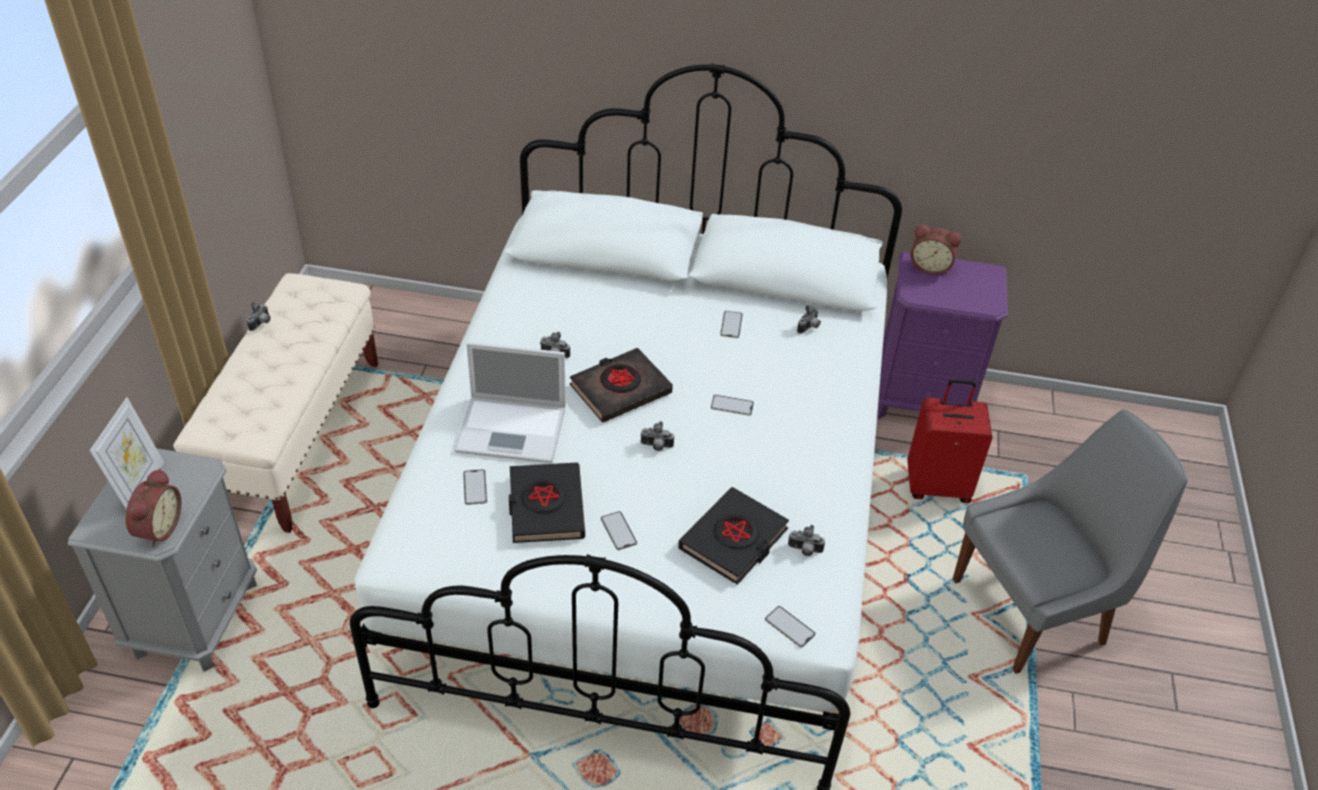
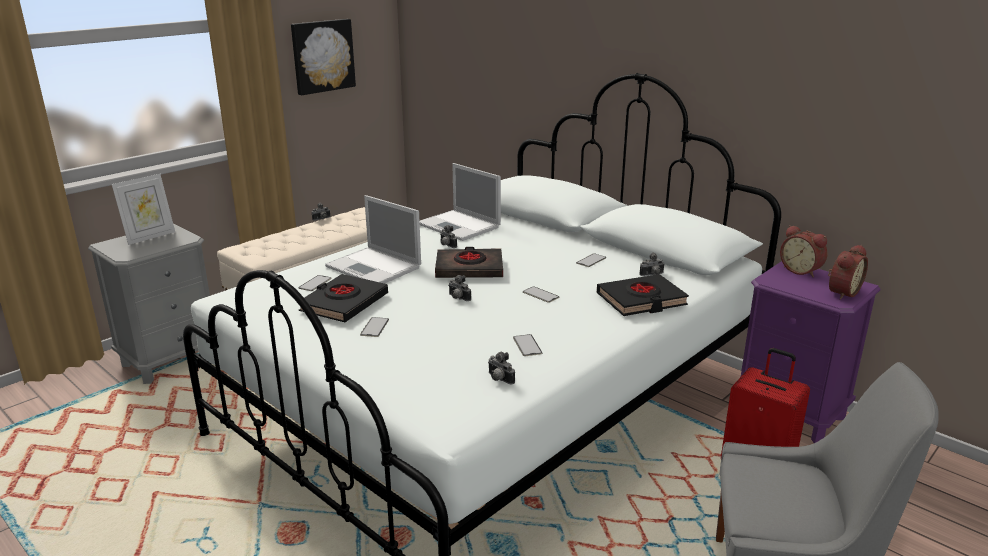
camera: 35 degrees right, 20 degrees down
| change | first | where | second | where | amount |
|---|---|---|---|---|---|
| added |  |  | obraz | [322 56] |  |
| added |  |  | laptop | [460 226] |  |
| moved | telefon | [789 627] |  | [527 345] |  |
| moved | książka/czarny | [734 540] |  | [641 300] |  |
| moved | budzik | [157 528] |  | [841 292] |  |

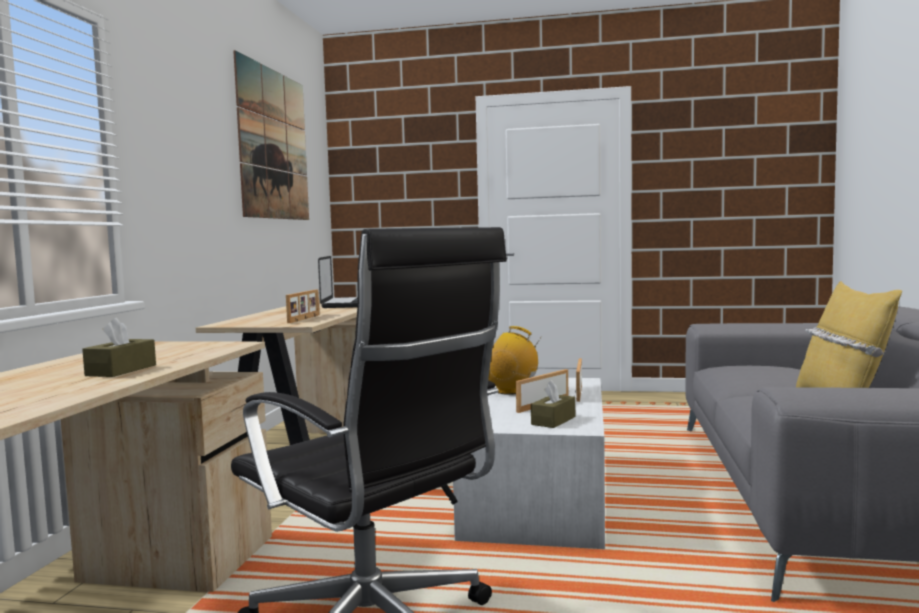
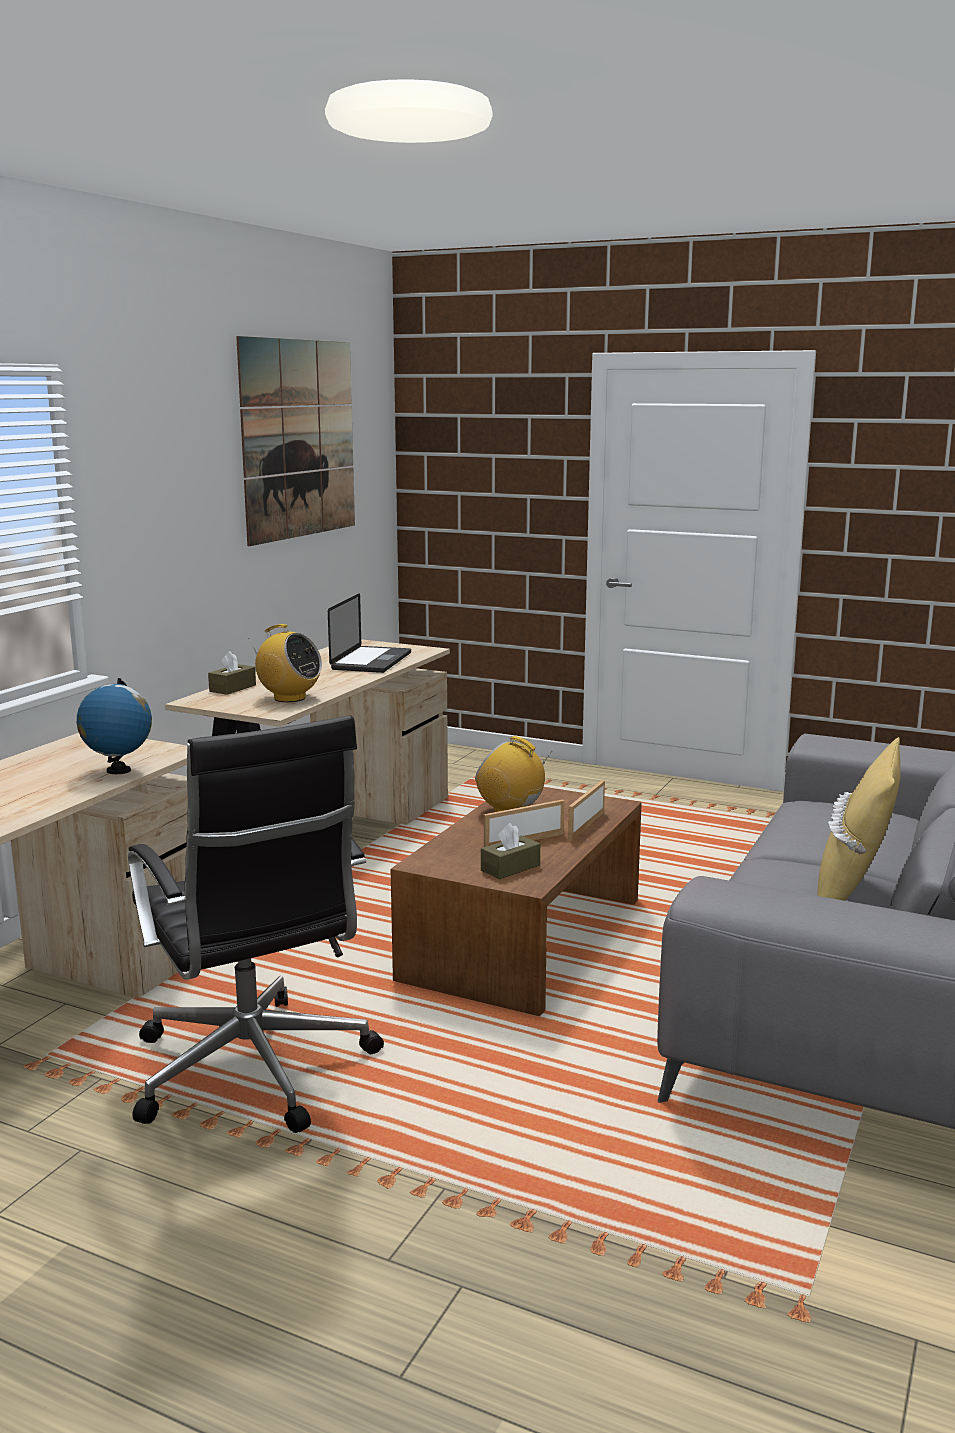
camera: 15 degrees right, 10 degrees up
| change | first | where | second | where | amount |
|---|---|---|---|---|---|
| added |  |  | globus | [118 771] |  |
| moved | pudełko chusteczek/brązowy | [121 370] |  | [232 688] |  |
| replaced | ramka na zdjęcie | [305 319] | radio | [289 698] |  |
| recoloured | ława/biały | [539 495] | ława/brązowy | [525 938] |  |

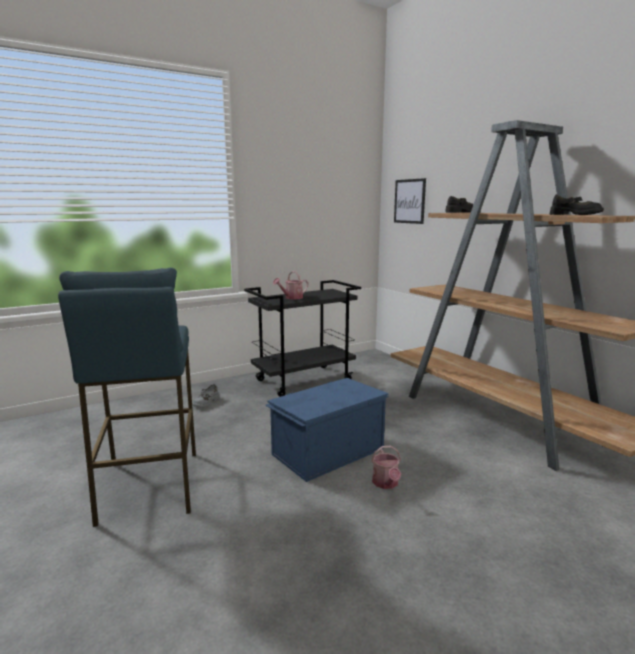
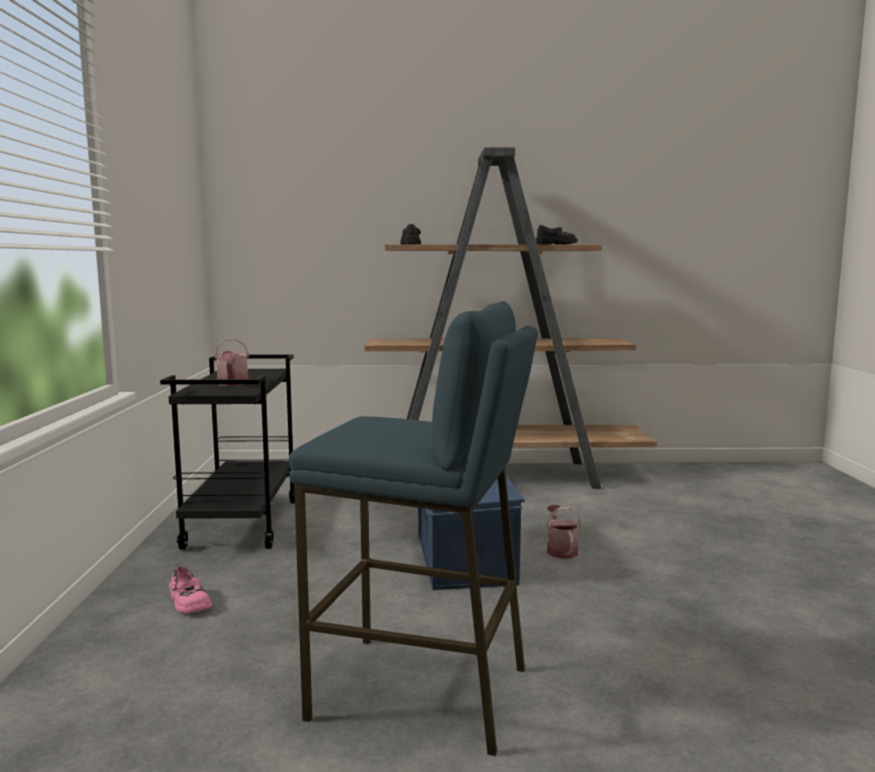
camera: 60 degrees left, 5 degrees down
| change | first | where | second | where | amount |
|---|---|---|---|---|---|
| recoloured | but/szary | [206 402] | but/różowy | [189 603] |  |
| turned | konewka | [386 483] |  | [561 550] | 120 degrees counterclockwise |
| removed | obraz | [409 201] |  |  |  |

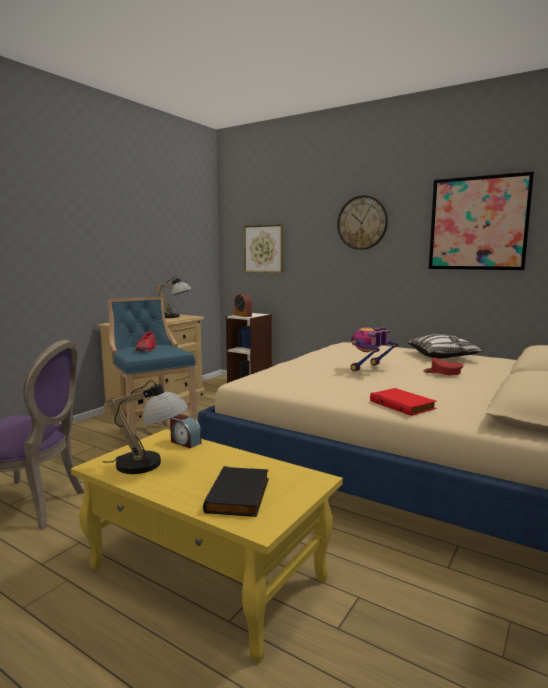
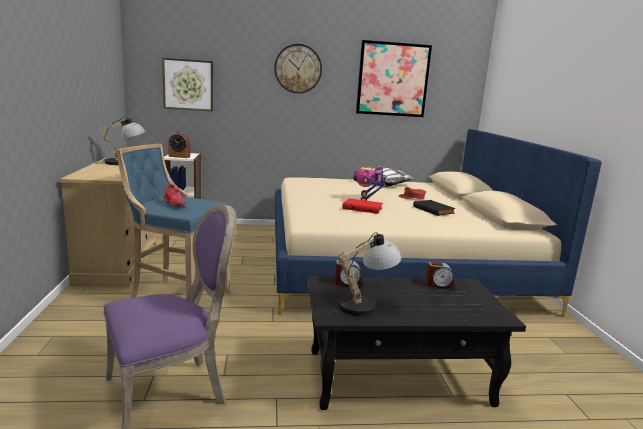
camera: 40 degrees left, 5 degrees up
| change | first | where | second | where | amount |
|---|---|---|---|---|---|
| recoloured | ława/żółty | [208 574] | ława/czarny | [399 377] |  |
| moved | książka/czerwony | [403 405] |  | [363 208] |  |
| moved | książka/czarny | [240 495] |  | [434 210] |  |
| added |  |  | budzik | [438 284] |  |

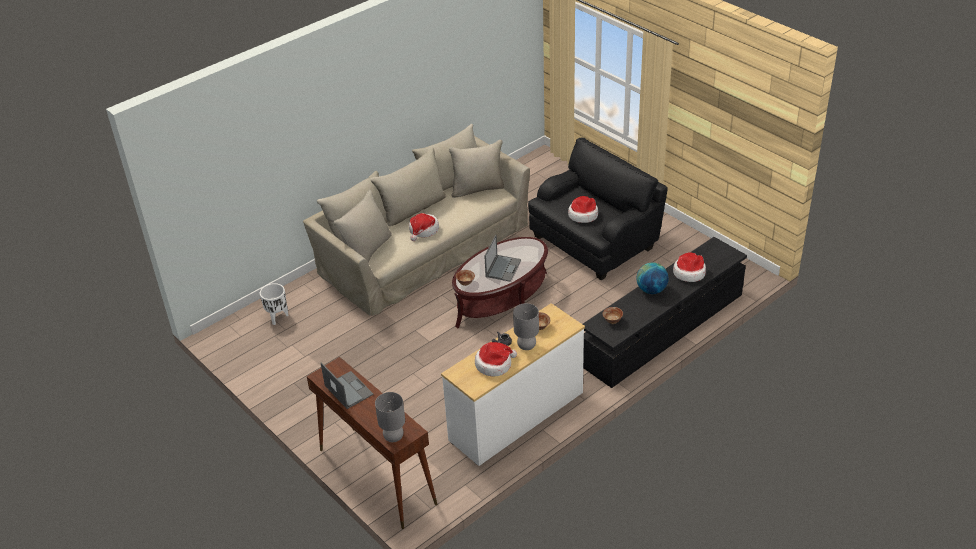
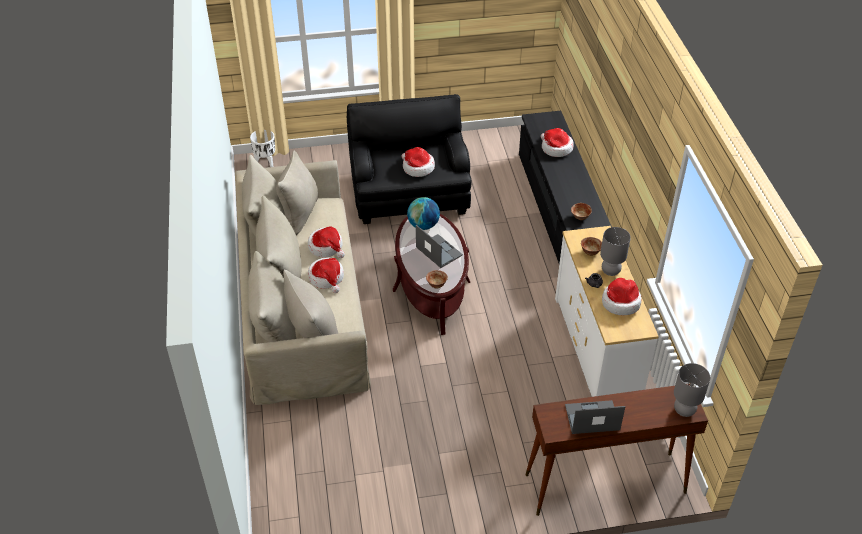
camera: 60 degrees left, 5 degrees up
| change | first | where | second | where | amount |
|---|---|---|---|---|---|
| moved | donica/biały | [278 317] |  | [266 162] |  |
| added |  |  | kapelusz | [326 247] |  |
| moved | globus | [651 290] |  | [423 225] |  |

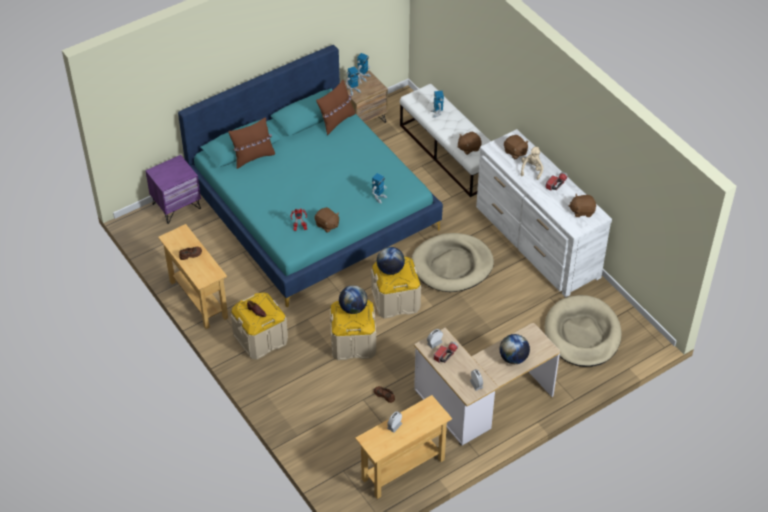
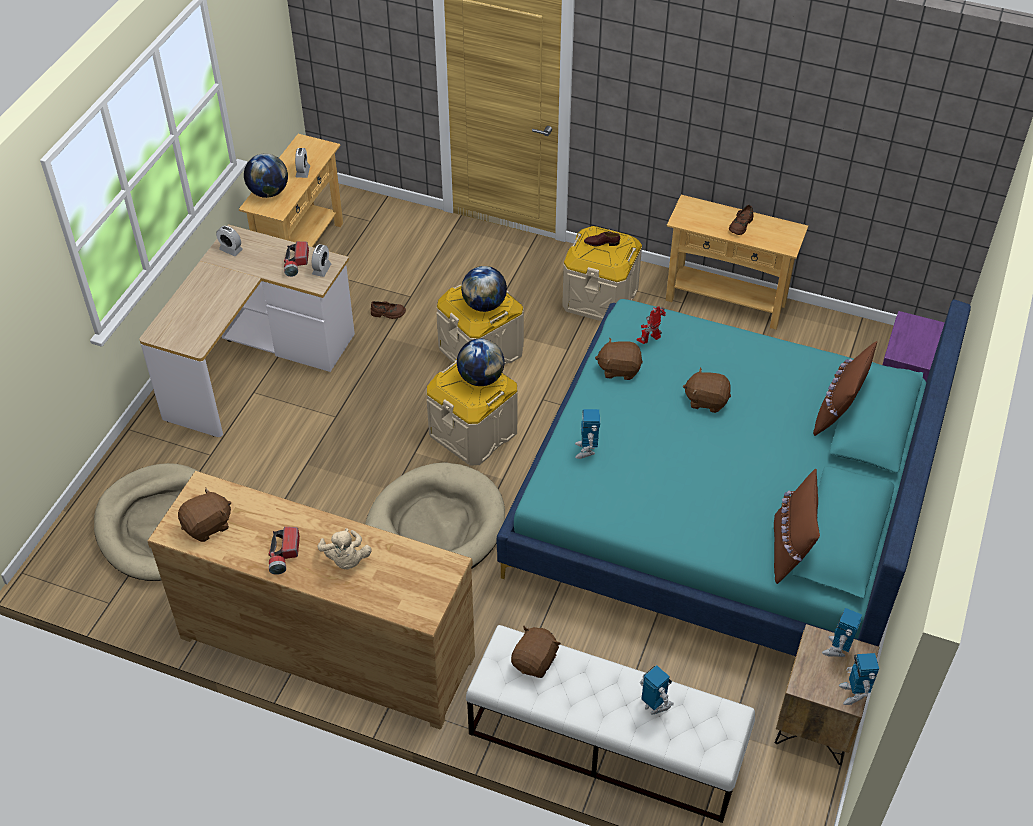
camera: 145 degrees right, 0 degrees up
| change | first | where | second | where | amount |
|---|---|---|---|---|---|
| recoloured | komoda/biały | [536 242] | komoda/brązowy | [327 645] |  |
| moved | globus | [513 358] |  | [268 192] |  |
| moved | pluszak/brązowy | [515 152] |  | [706 400] |  |

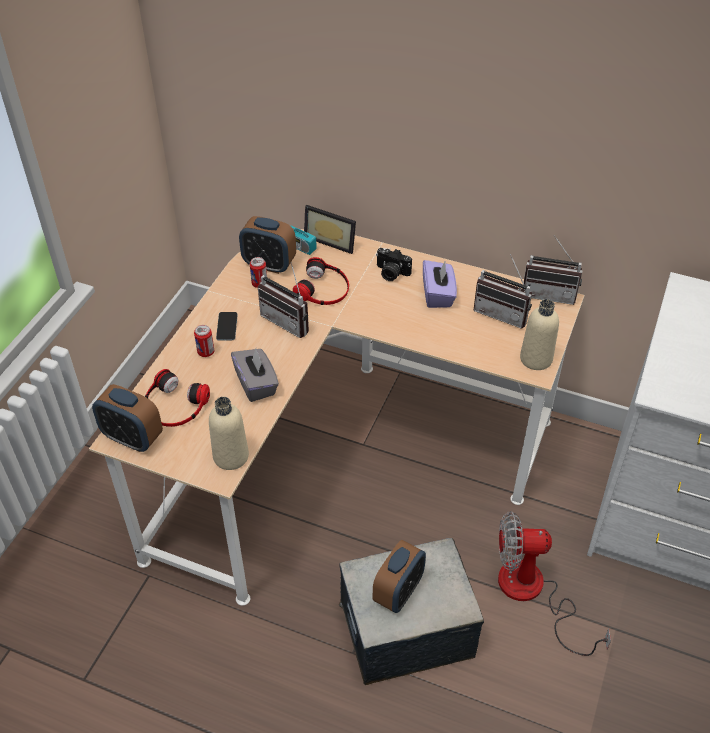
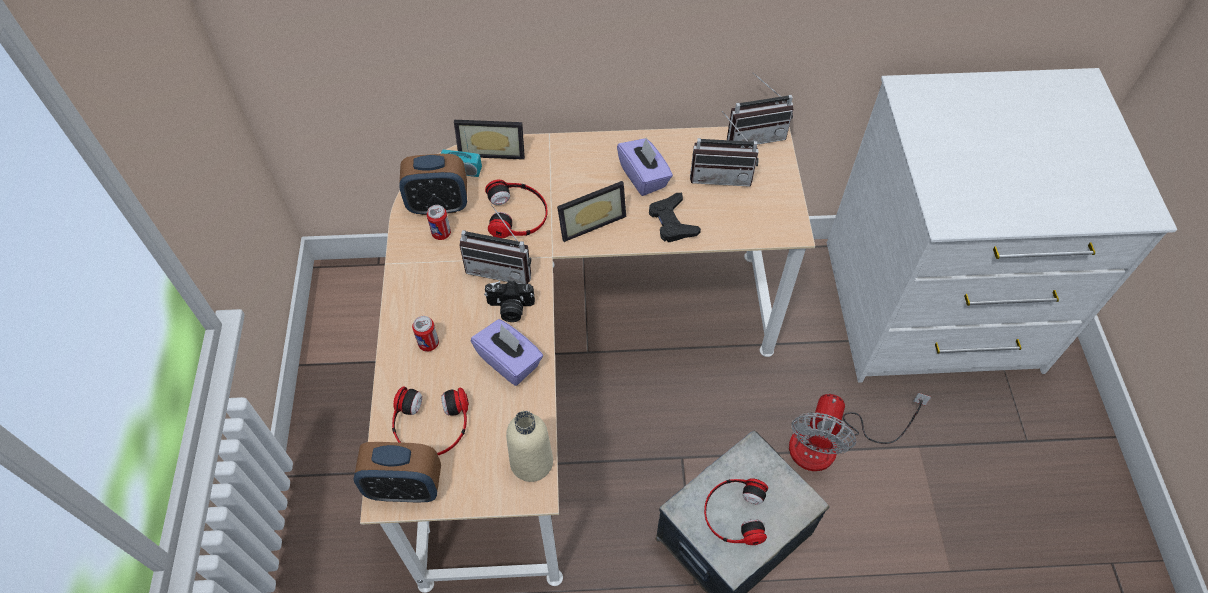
camera: 25 degrees left, 10 degrees up
| change | first | where | second | where | amount |
|---|---|---|---|---|---|
| recoloured | pudełko chusteczek/szary | [256 384] | pudełko chusteczek/fioletowy | [509 361] |  |
| moved | aparat fotograficzny | [391 273] |  | [510 308] |  |
| added |  |  | ramka na zdjęcie | [589 220] |  |
| added |  |  | pad do gier/czarny | [672 222] |  |
| replaced | budzik | [398 592] | słuchawki | [734 513] |  |
| turned | wentylator | [532 594] |  | [829 444] | 45 degrees counterclockwise |
| removed | telefon | [227 326] |  |  |  |
| removed | butelka/beżowy | [536 359] |  |  |  |

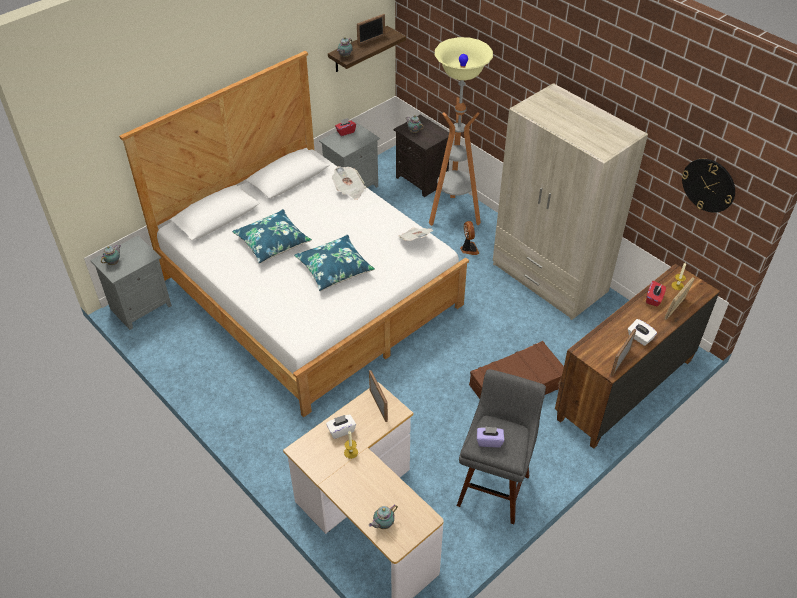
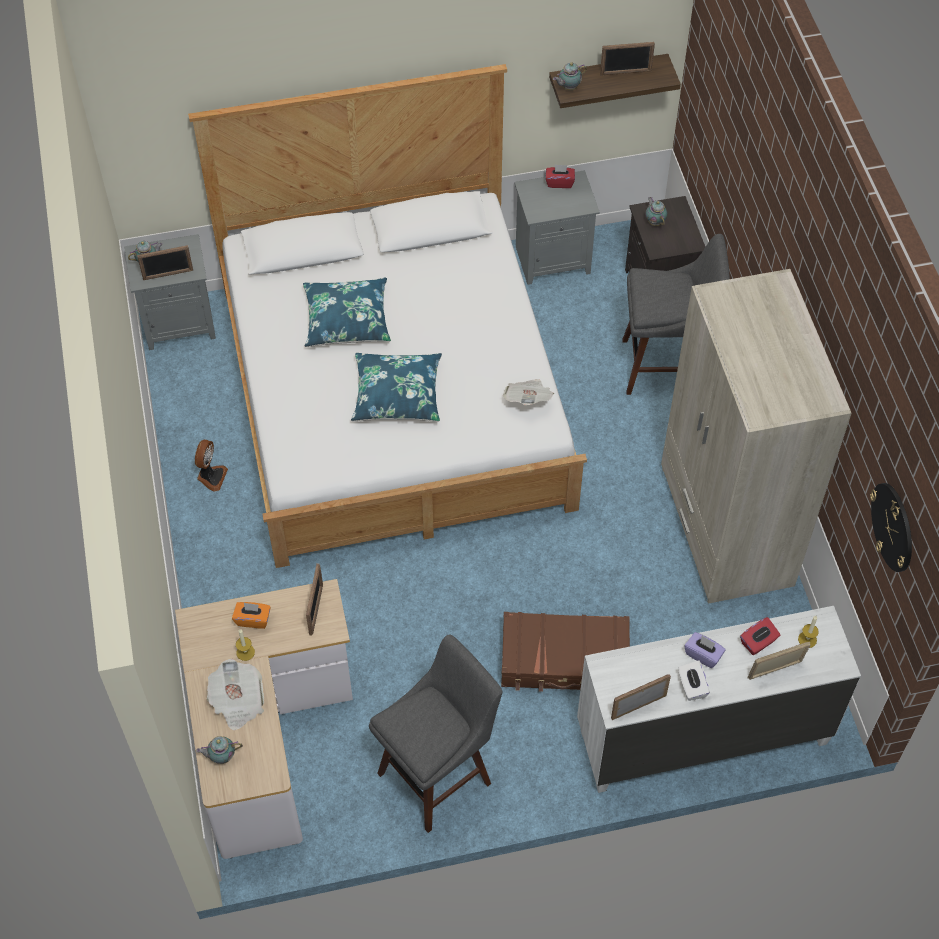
camera: 30 degrees right, 10 degrees up
| change | first | where | second | where | amount |
|---|---|---|---|---|---|
| added |  |  | ramka na zdjęcie | [168 275] |  |
| moved | wentylator | [468 249] |  | [211 477] |  |
| moved | gazeta | [349 190] |  | [237 702] |  |
| recoloured | pudełko chusteczek/biały | [341 430] | pudełko chusteczek/pomarańczowy | [253 619] |  |
| recoloured | komoda/brązowy | [624 389] | komoda/biały | [701 736] |  |
| replaced | lampa stojąca | [454 214] | stołek/szary | [664 366] |  |
| moved | pudełko chusteczek/fioletowy | [489 441] |  | [703 655] |  |

